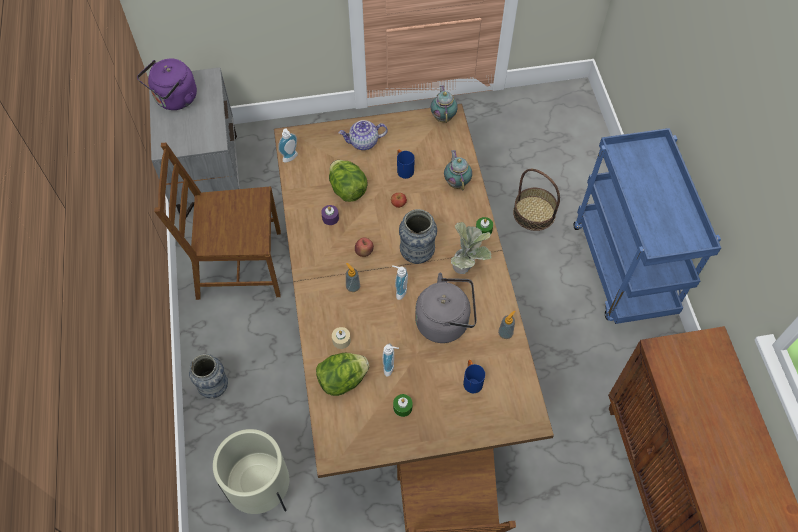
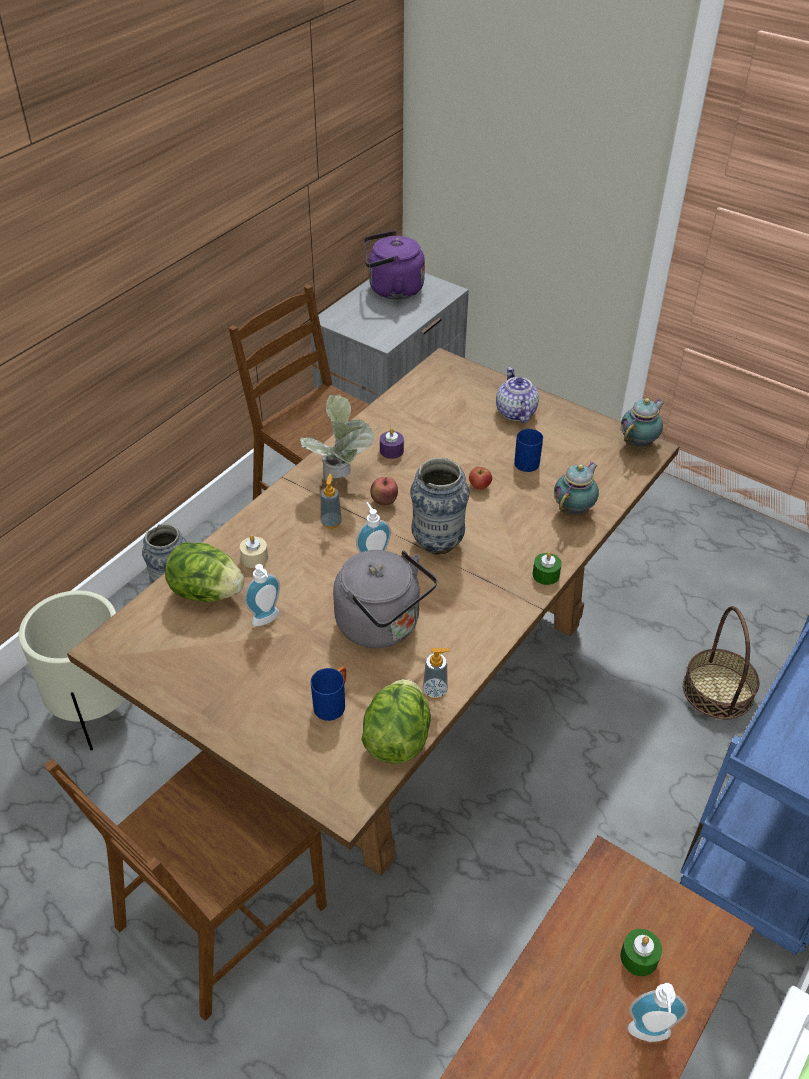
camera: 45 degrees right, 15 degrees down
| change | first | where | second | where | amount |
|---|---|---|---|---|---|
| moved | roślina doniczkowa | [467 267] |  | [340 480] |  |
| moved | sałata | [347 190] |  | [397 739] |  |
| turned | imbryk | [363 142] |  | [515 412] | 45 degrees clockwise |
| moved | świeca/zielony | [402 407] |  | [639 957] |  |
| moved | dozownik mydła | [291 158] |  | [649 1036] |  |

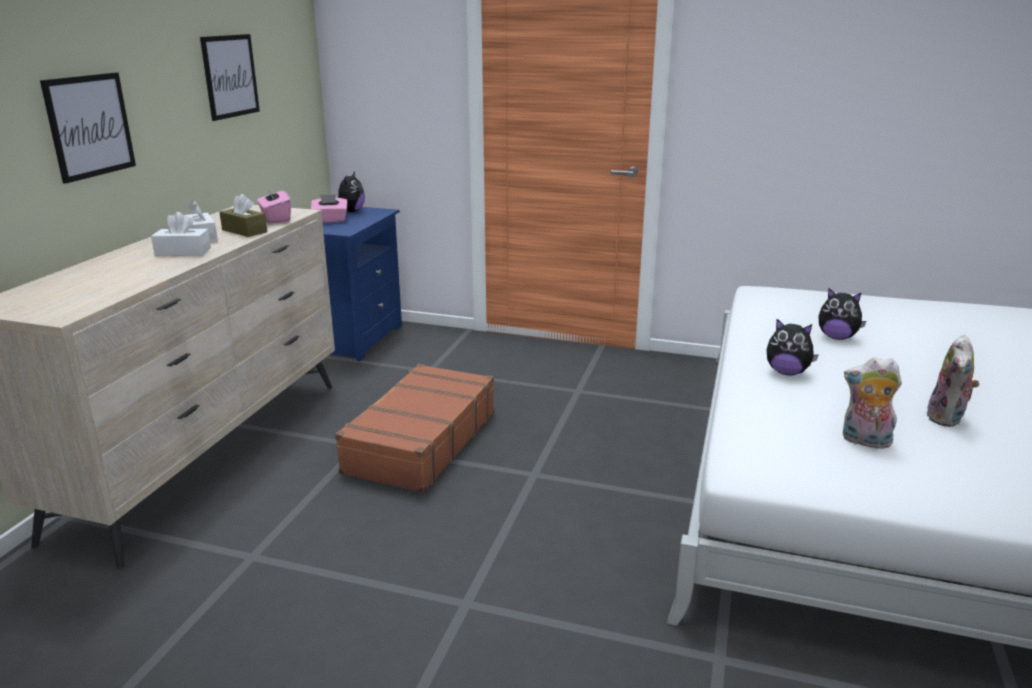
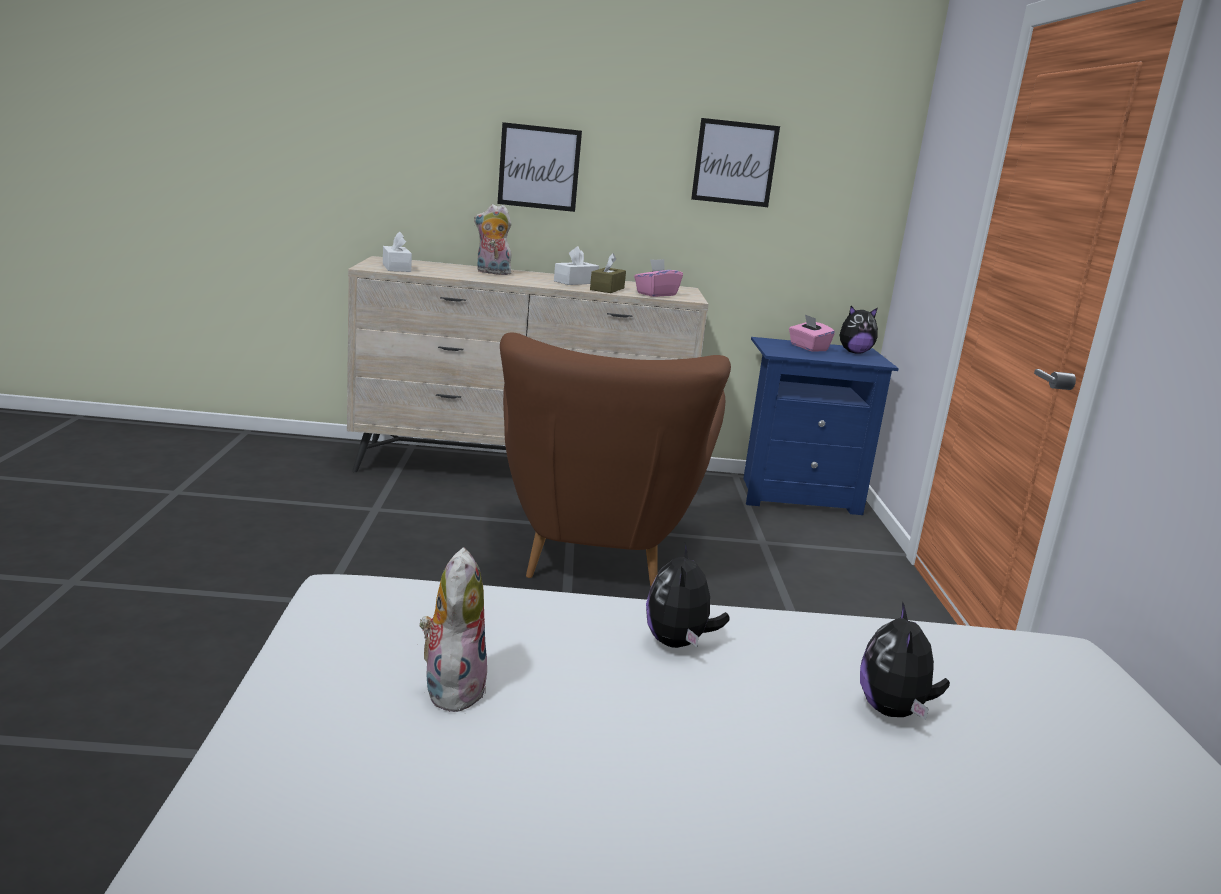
camera: 70 degrees right, 5 degrees down
| change | first | where | second | where | amount |
|---|---|---|---|---|---|
| moved | pudełko chusteczek/biały | [183 252] |  | [396 268] |  |
| moved | pluszak | [947 418] |  | [491 273] |  |
| replaced | walizka/brązowy | [420 441] | fotel/brązowy | [596 553] |  |

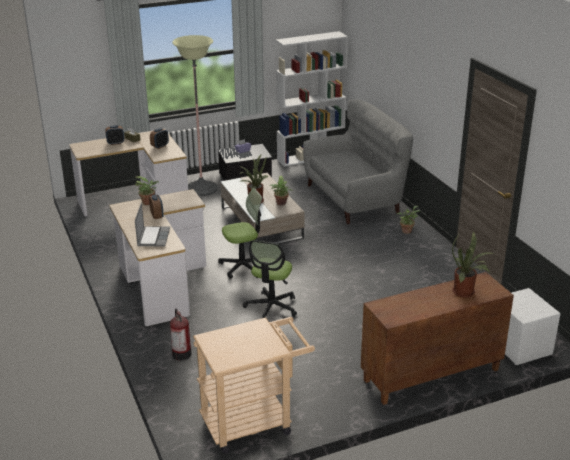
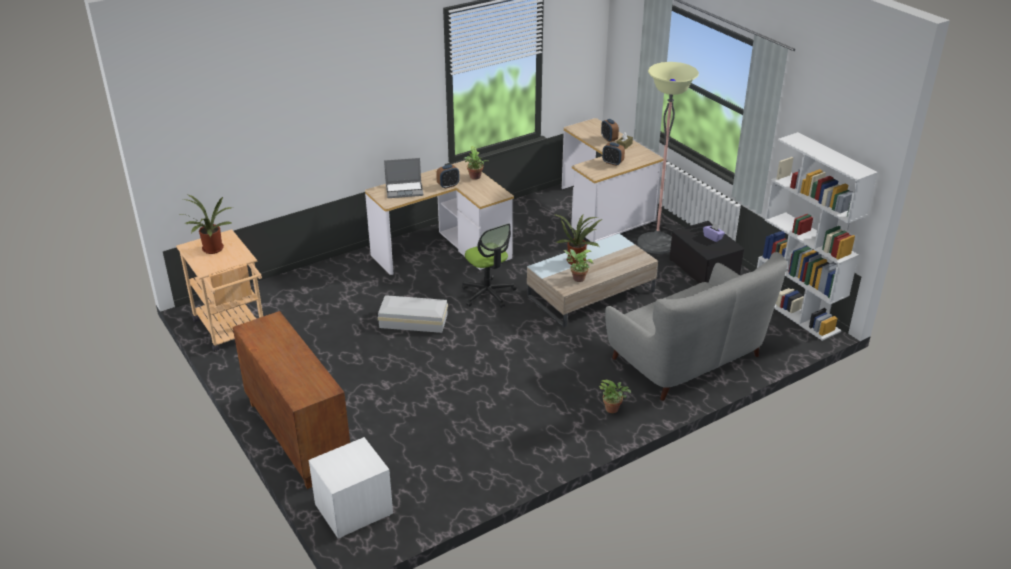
camera: 80 degrees right, 5 degrees up
| change | first | where | second | where | amount |
|---|---|---|---|---|---|
| moved | roślina doniczkowa | [466 293] |  | [212 250] |  |
| replaced | krzesło biurowe | [271 307] | pojemnik do przechowywania/biały | [412 320] |  |
| removed | gaśnica | [181 353] |  |  |  |

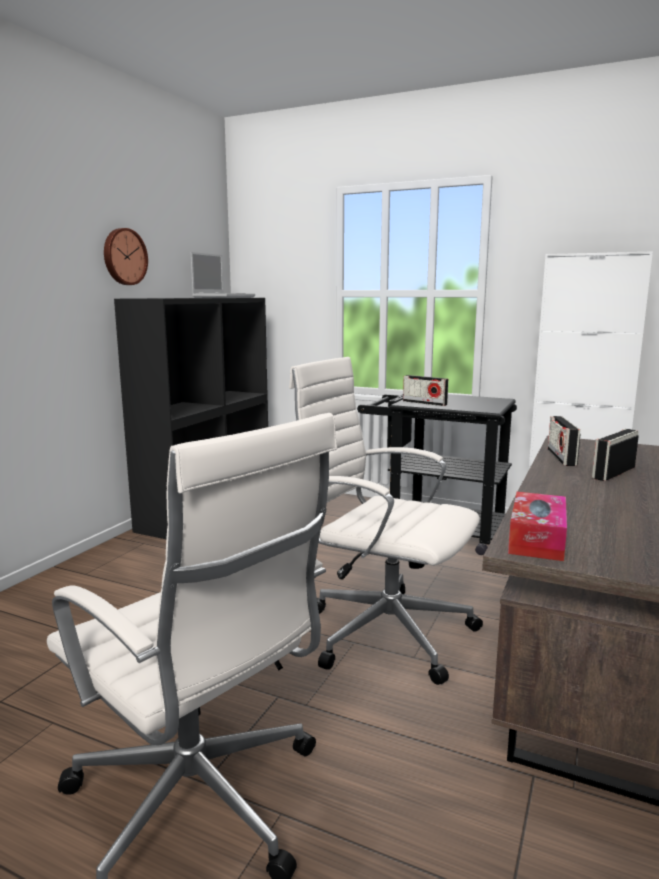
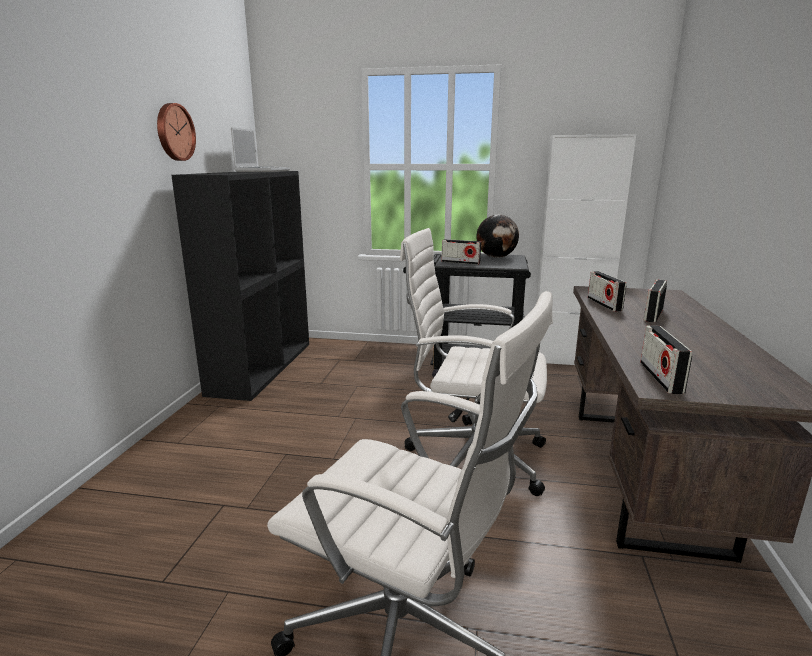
camera: 15 degrees left, 5 degrees up
| change | first | where | second | where | amount |
|---|---|---|---|---|---|
| added |  |  | globus | [496 257] |  |
| replaced | pudełko chusteczek | [537 538] | radio | [660 377] |  |

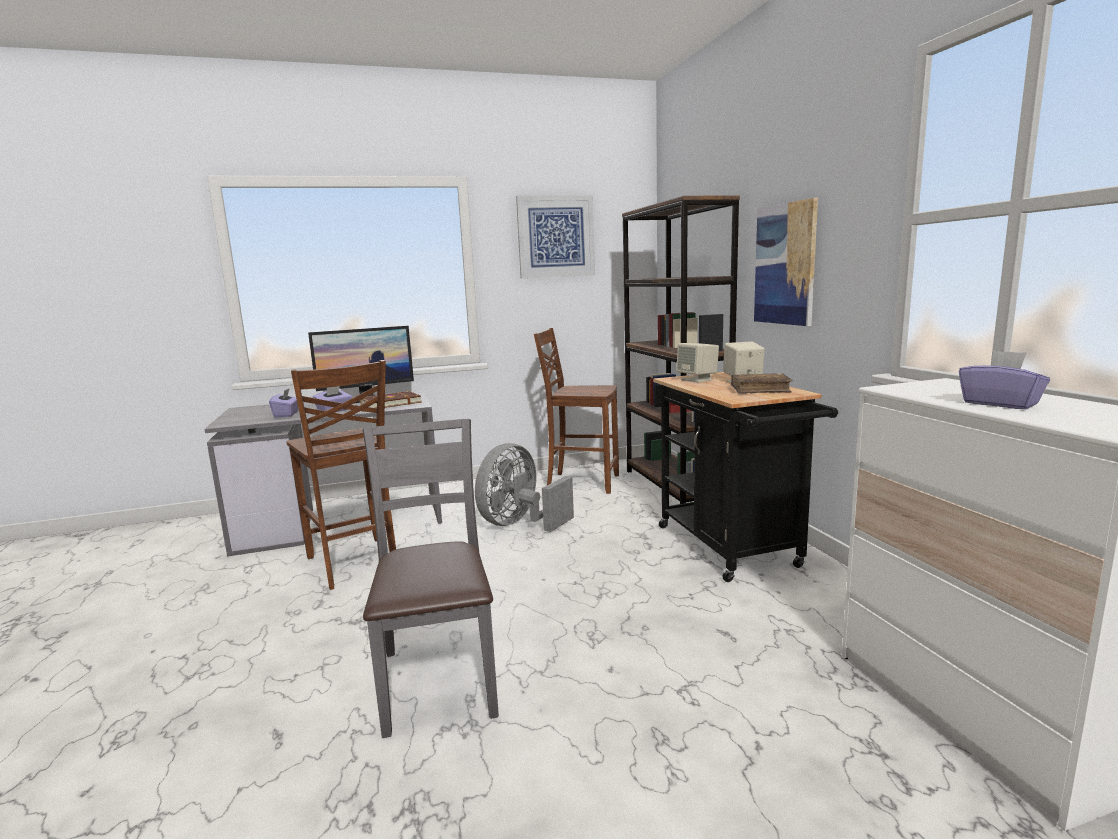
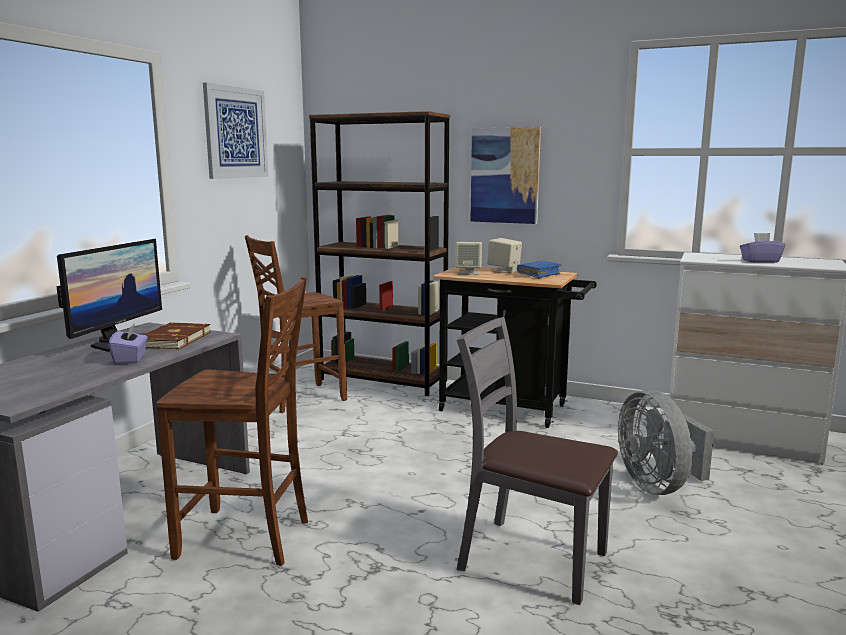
camera: 50 degrees left, 0 degrees up
| change | first | where | second | where | amount |
|---|---|---|---|---|---|
| recoloured | książka/brązowy | [760 390] | książka/niebieski | [539 275] |  |
| moved | wentylator/szary | [520 524] |  | [658 485] |  |
| removed | pudełko chusteczek/fioletowy | [287 414] |  |  |  |

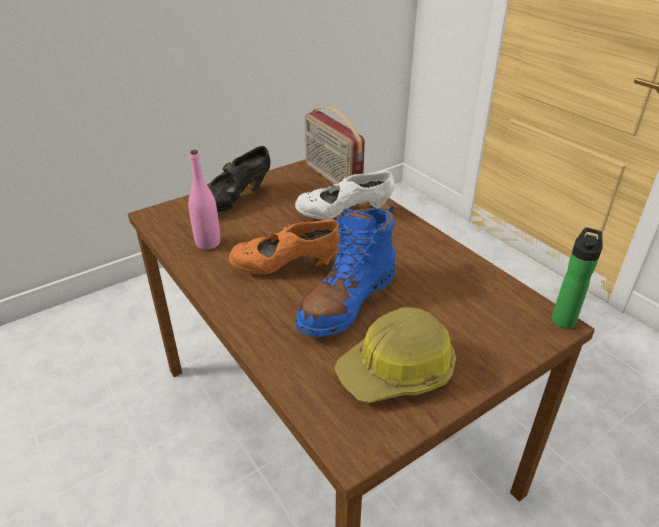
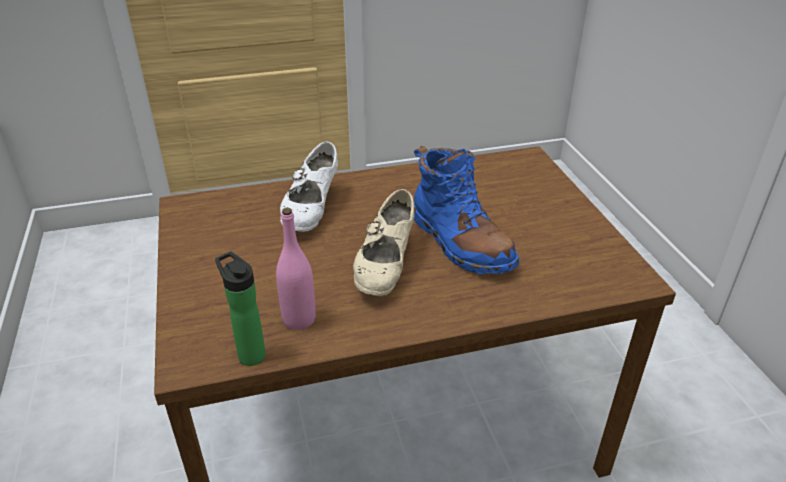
camera: 70 degrees left, 0 degrees up
| change | first | where | second | where | amount |
|---|---|---|---|---|---|
| moved | butelka | [564 318] |  | [249 353] |  |
| recoloured | but/pomarańczowy | [286 267] | but/beżowy | [385 268] |  |
| removed | but/czarny | [235 200] |  |  |  |
| removed | radio | [332 177] |  |  |  |
| removed | kask | [397 371] |  |  |  |

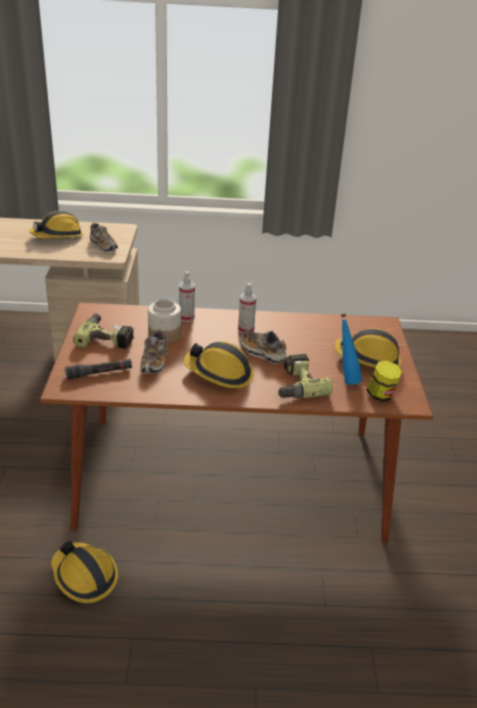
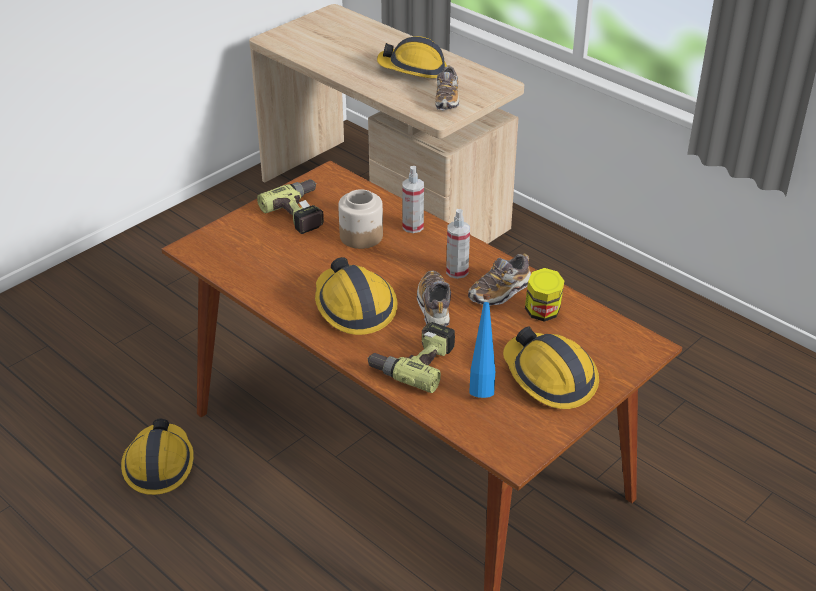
camera: 45 degrees right, 5 degrees up
| change | first | where | second | where | amount |
|---|---|---|---|---|---|
| moved | but | [154 362] |  | [499 292] |  |
| moved | słoik | [381 395] |  | [542 313] |  |
| removed | latarka/czarny | [99 373] |  |  |  |

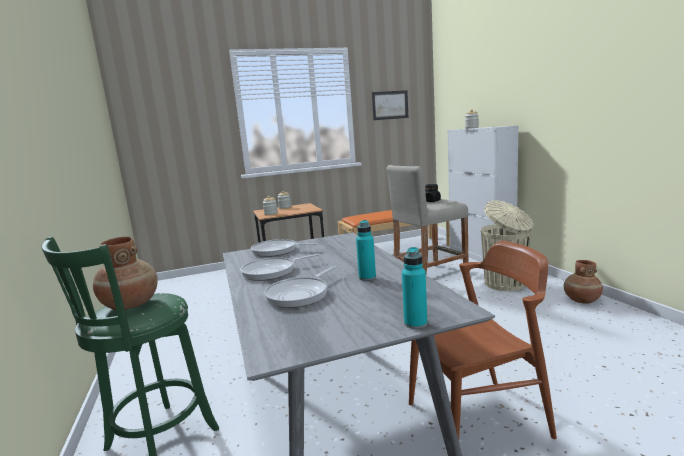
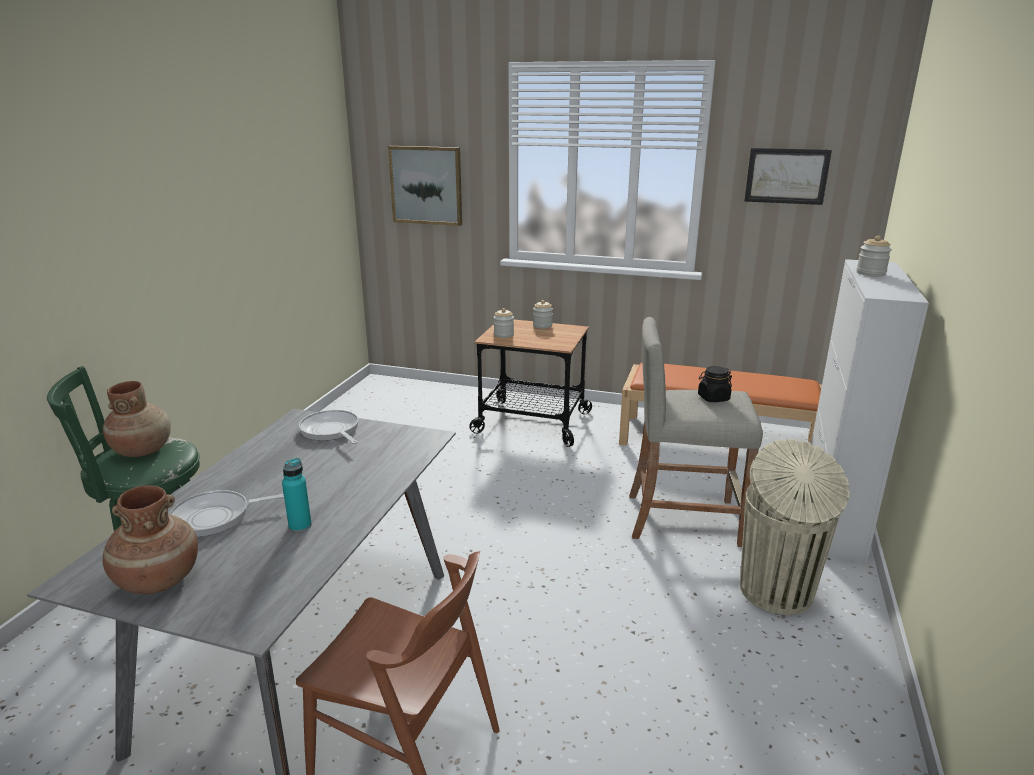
camera: 35 degrees right, 10 degrees up
| change | first | where | second | where | amount |
|---|---|---|---|---|---|
| moved | wazon/brązowy | [581 300] |  | [158 580] |  |
| added |  |  | obraz | [426 185] |  |
| removed | patelnia | [272 271] |  |  |  |
| removed | butelka/turkusowy | [415 323] |  |  |  |

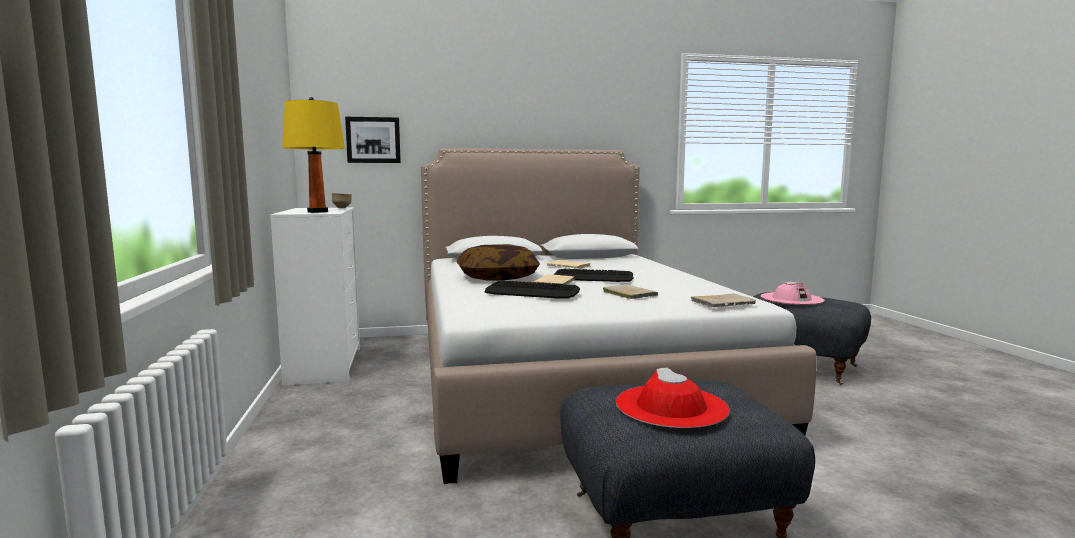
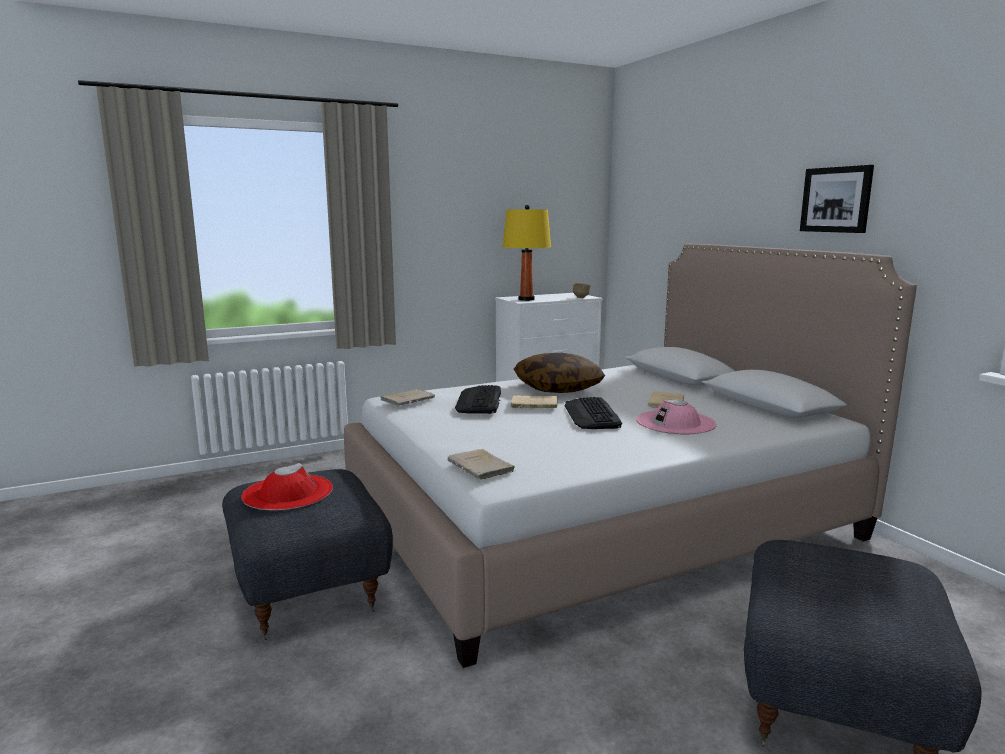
camera: 75 degrees right, 5 degrees up
| change | first | where | second | where | amount |
|---|---|---|---|---|---|
| moved | książka/beżowy | [628 294] |  | [409 399] |  |
| moved | kapelusz/różowy | [791 299] |  | [675 422] |  |
| moved | obraz | [373 140] |  | [836 199] |  |

